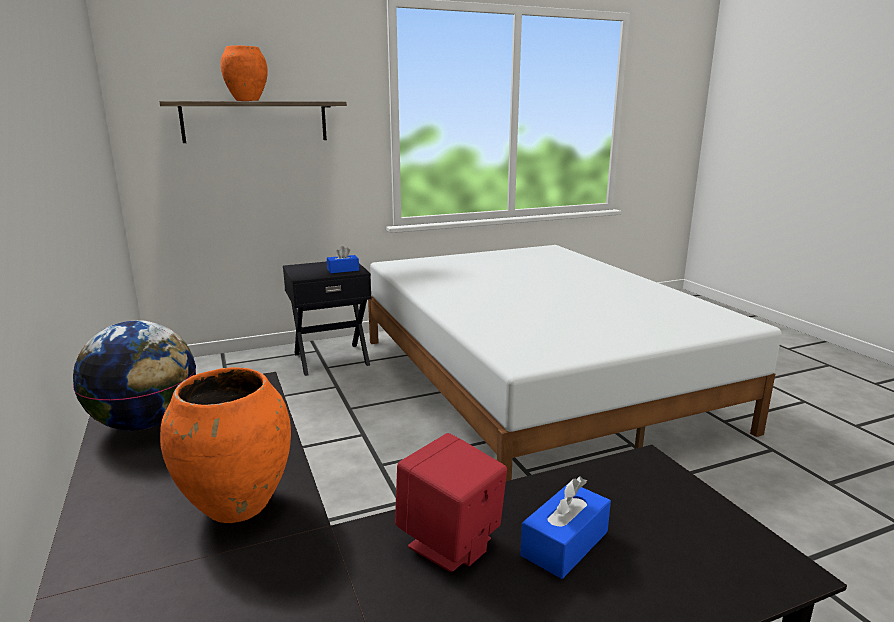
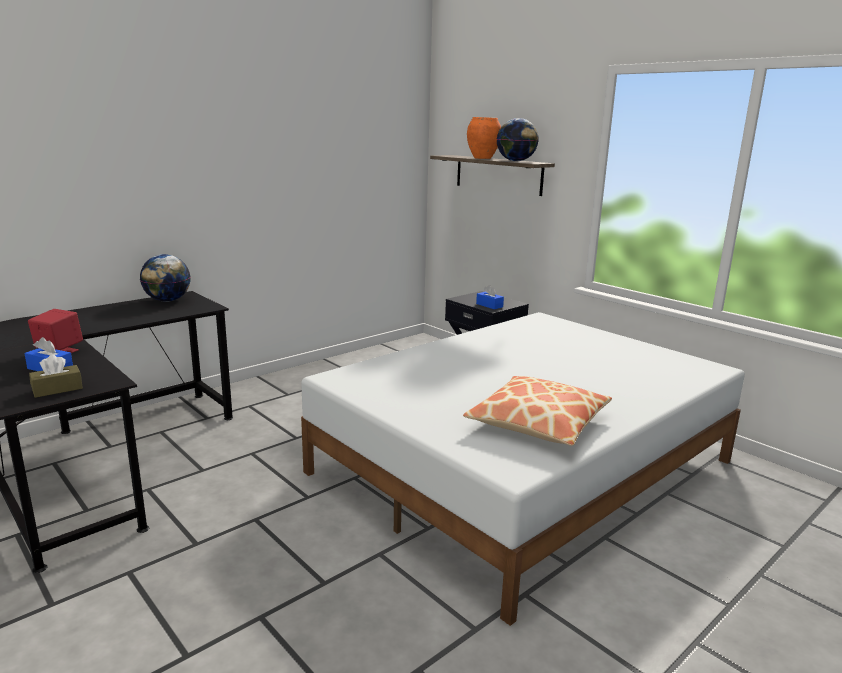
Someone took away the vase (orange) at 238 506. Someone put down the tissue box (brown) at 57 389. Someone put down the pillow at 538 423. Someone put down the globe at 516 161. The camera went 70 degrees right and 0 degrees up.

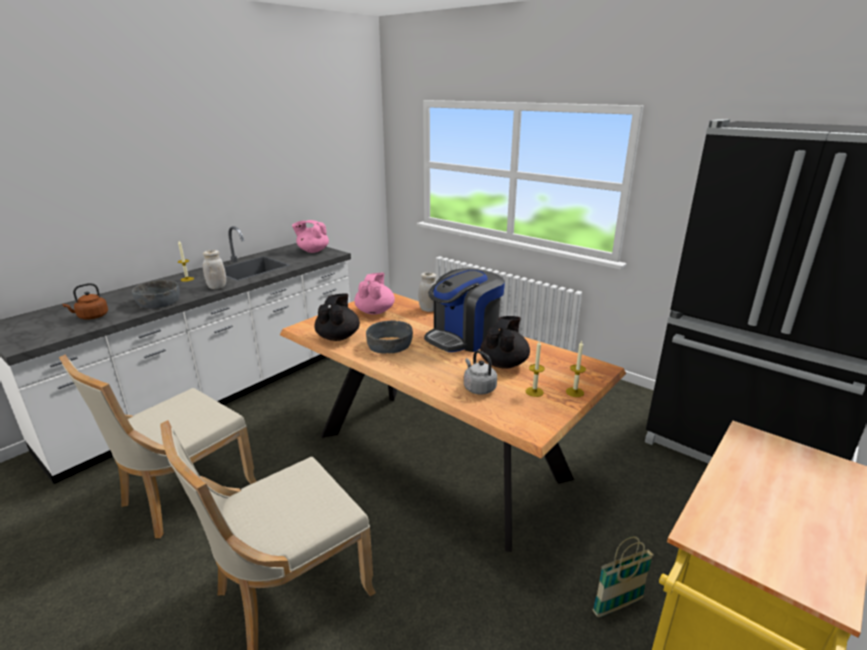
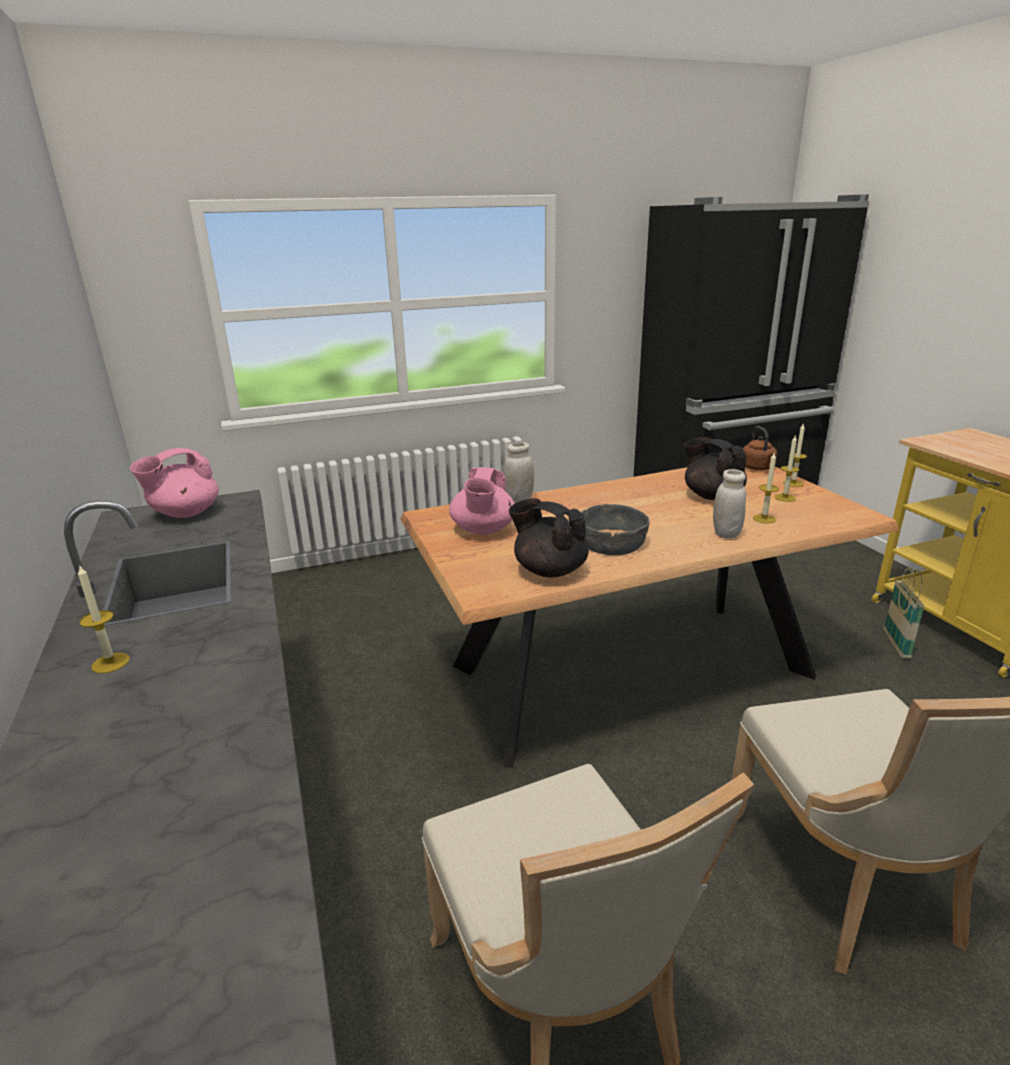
Someone took away the bowl (grey) at 158 302. Someone took away the coffee machine at 464 337. Someone carried the kettle (brown) from 91 317 to 758 468. Someone carried the jar (white) from 217 287 to 726 533. Someone swapped the kettle (grey) at 478 388 for the candle at 764 519. Someone rotated the teapot (pink) at 375 311 by 120 degrees counterclockwise. The camera went 60 degrees left and 0 degrees up.

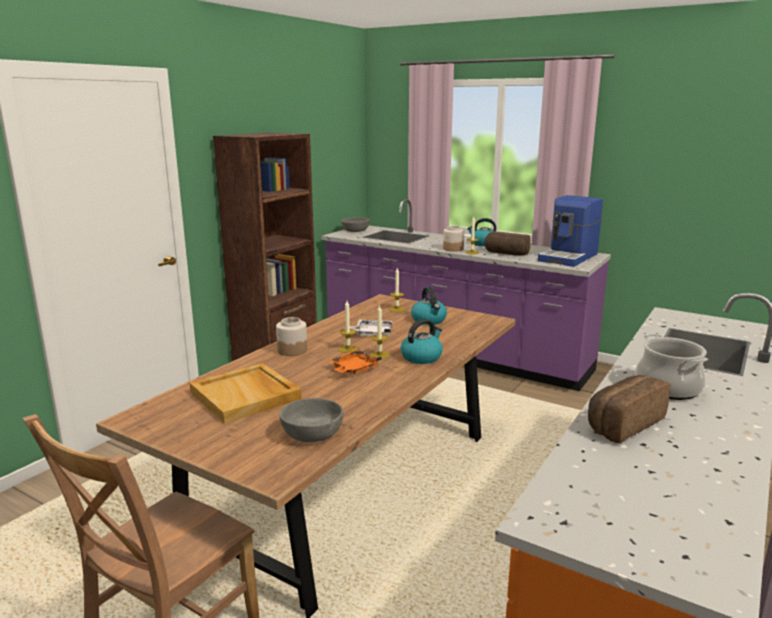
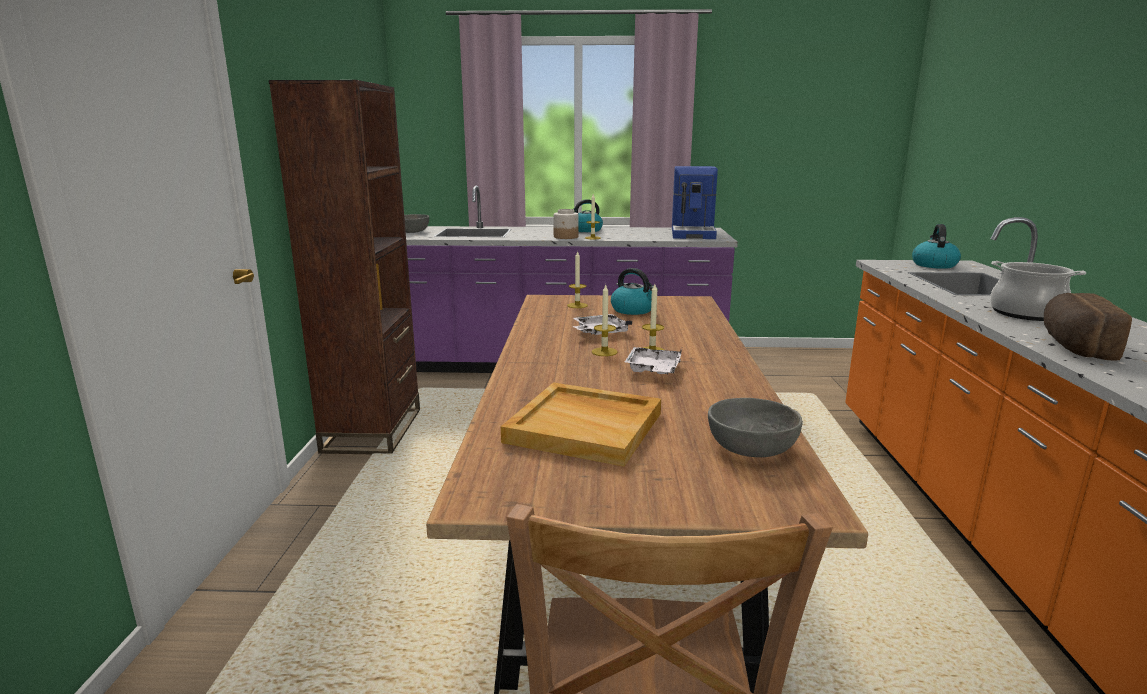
Someone took away the jar at 292 350. Someone took away the bread at 505 253. Someone carried the kettle from 421 357 to 933 265. Someone repainted the tray (orange) at 353 369, which became the tray (white) at 653 370. The camera went 30 degrees left and 0 degrees up.

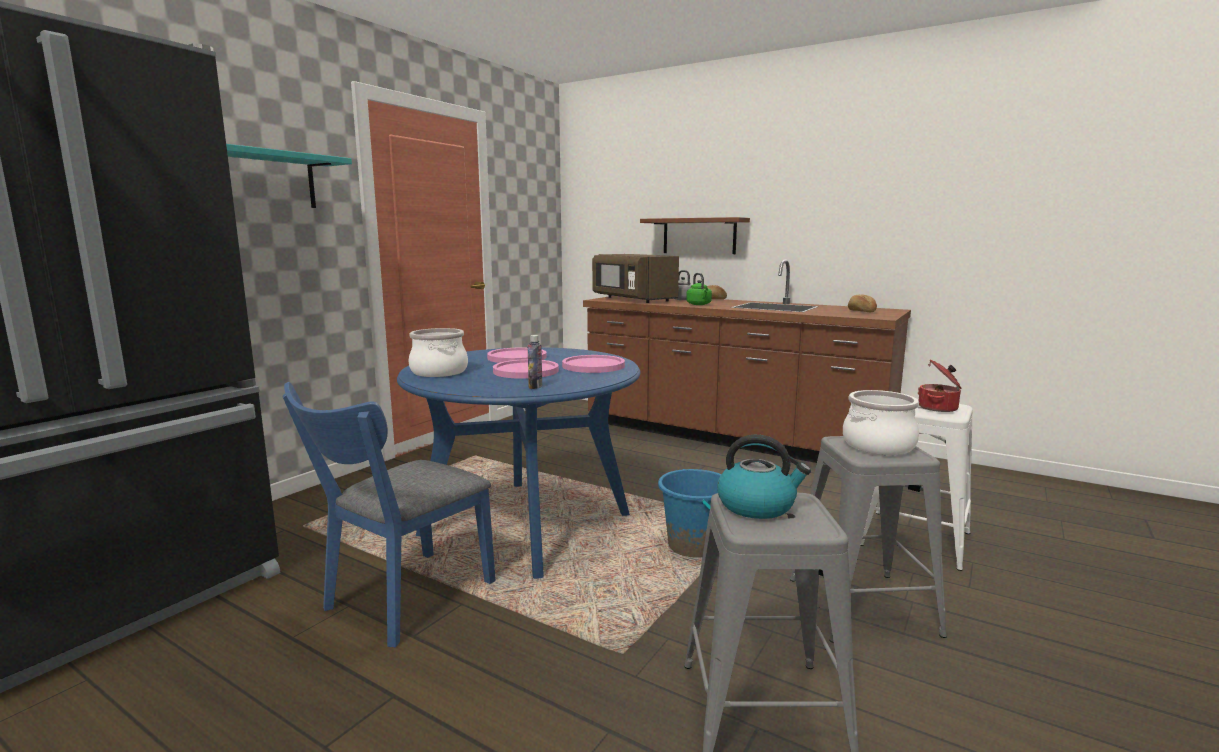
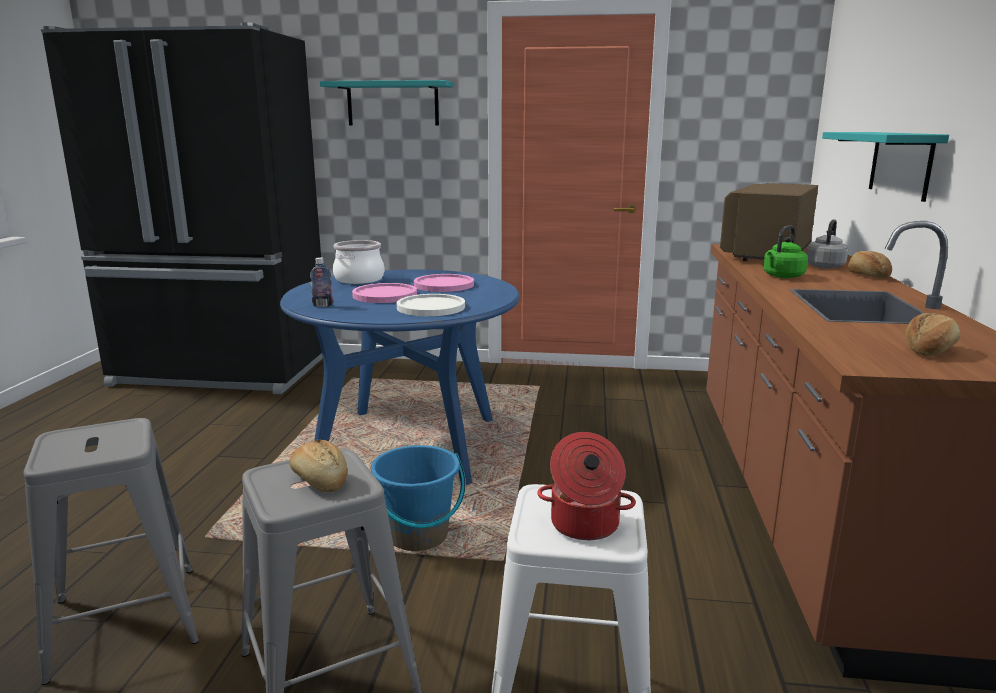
Someone took away the chair (blue) at 401 601. Someone took away the kettle at 757 506. Someone swapped the cooking pot at 879 446 for the bread at 319 480. Someone repainted the plate (pink) at 593 366, which became the plate (white) at 431 307. Someone repainted the shelf (brown) at 699 236, which became the shelf (turquoise) at 900 164. The camera went 65 degrees right and 5 degrees up.

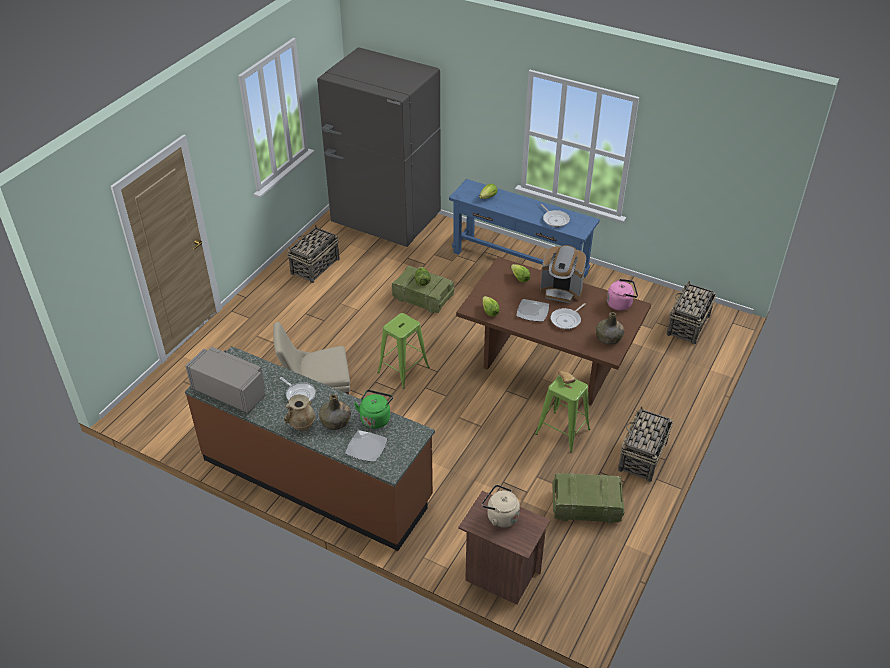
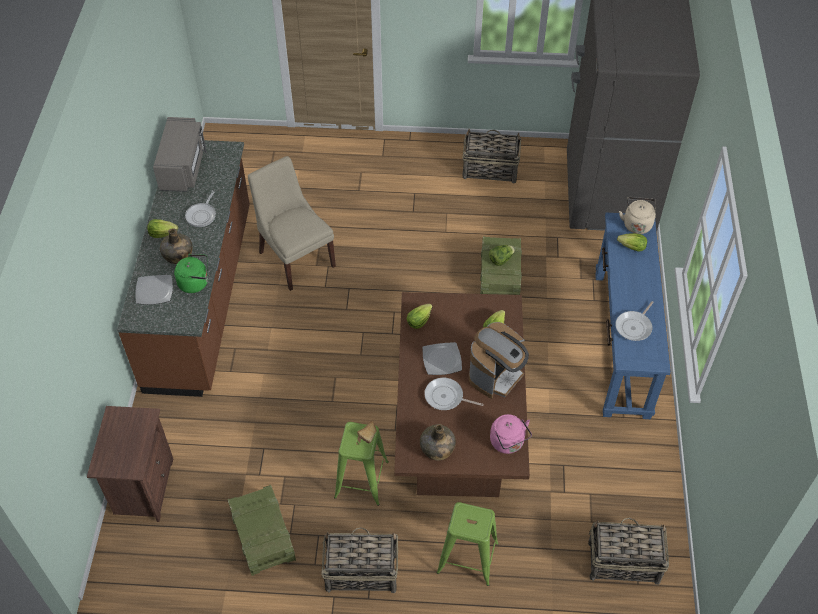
Someone carried the stool (green) from 403 369 to 468 558. Someone carried the kettle (beige) from 500 516 to 637 223. Someone swapped the vase (beige) at 301 426 for the lettuce at 162 234. Someone rotated the coffee machine at 561 290 by 135 degrees counterclockwise. The camera went 65 degrees right and 10 degrees up.

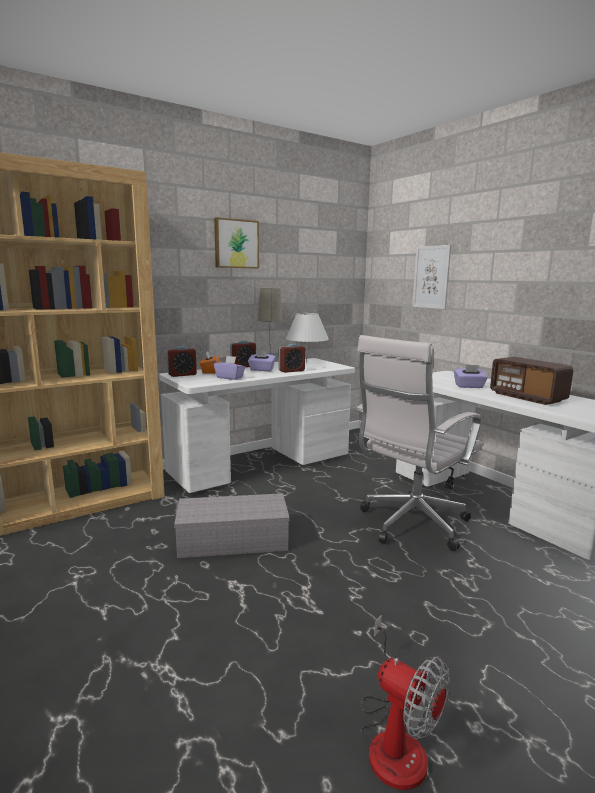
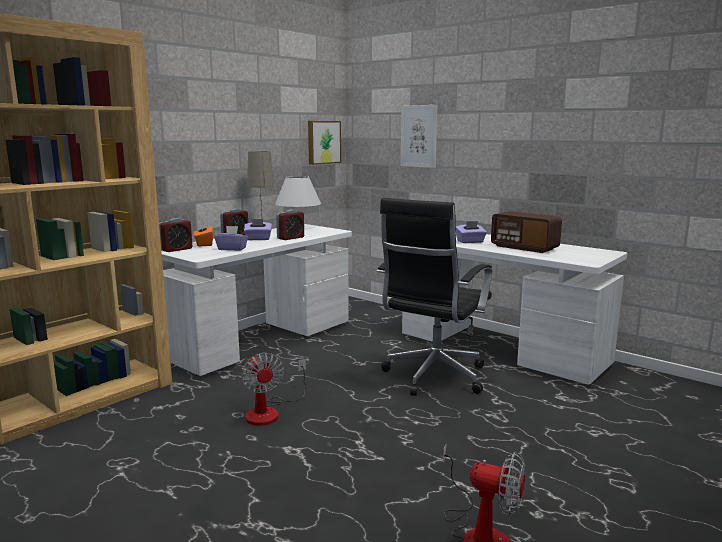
Someone carried the picture from 236 244 to 323 142. Someone swapped the storage box (grey) at 234 539 for the fan at 270 412. Someone repainted the office chair (white) at 410 525, which became the office chair (black) at 433 378. The camera went 15 degrees left and 0 degrees up.

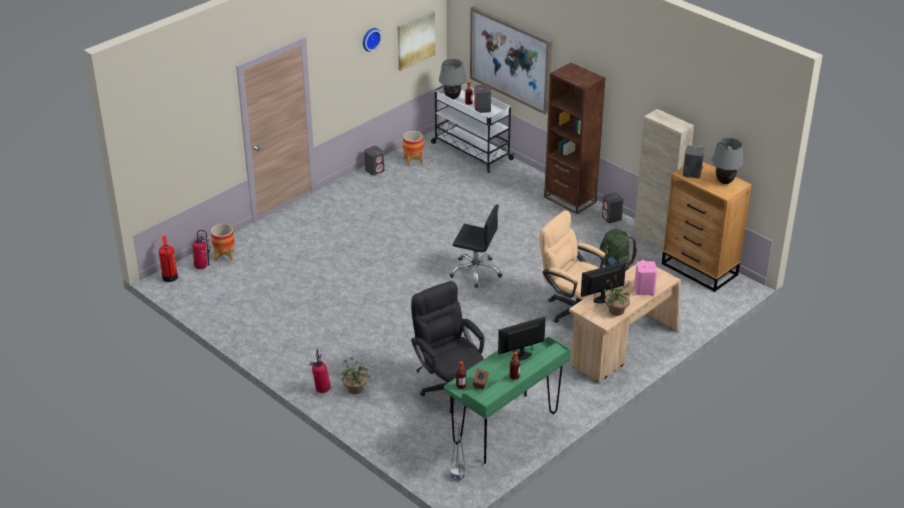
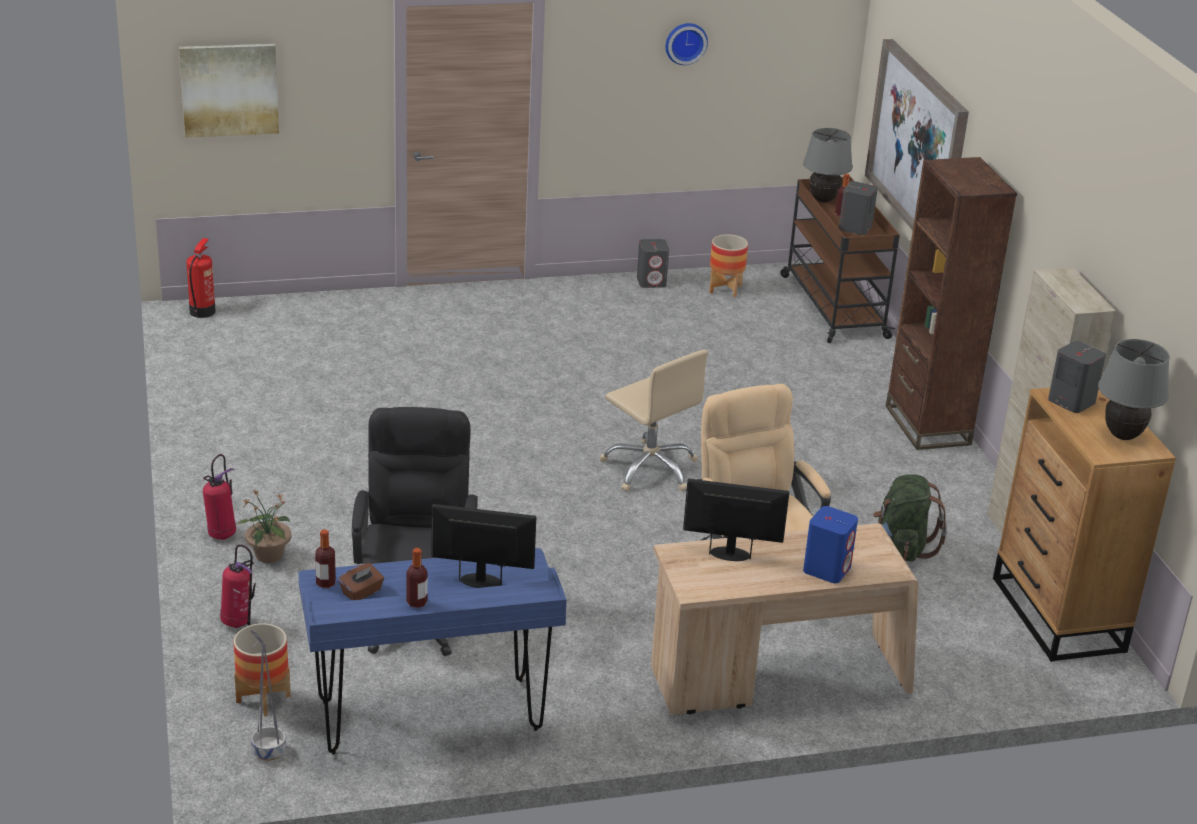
Someone took away the speaker (grey) at 611 218. Someone took away the potted plant at 616 311. Someone carried the fire extinguisher from 202 266 to 239 623. Someone carried the planter from 224 256 to 263 699. Someone carried the picture from 415 40 to 229 89. Someone repainted the cart (white) at 471 151, which became the cart (brown) at 833 306. Someone repainted the desk (green) at 506 429, which became the desk (blue) at 430 717. Someone repainted the office chair (black) at 476 272, which became the office chair (beige) at 650 468. Someone repainted the speaker (pink) at 644 289, which became the speaker (blue) at 827 569. The camera went 30 degrees right and 5 degrees down.

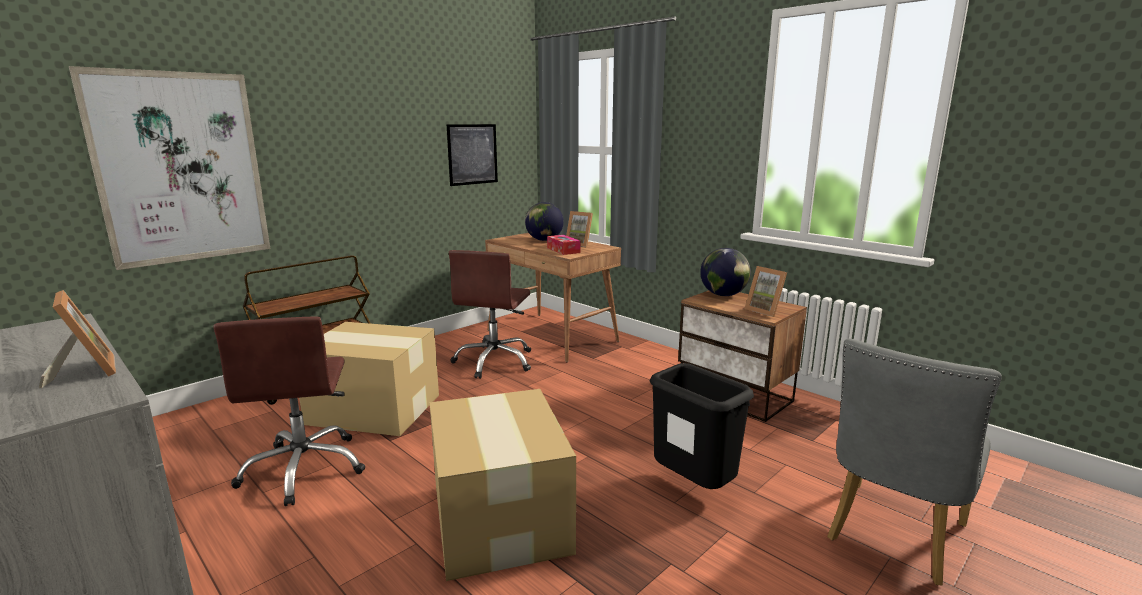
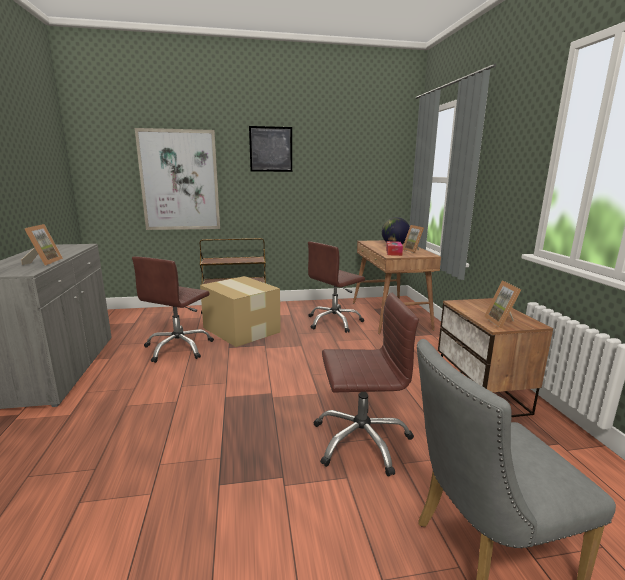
Someone took away the cardboard box at 501 517. Someone took away the globe at 723 295. Someone carried the picture from 472 154 to 271 149. Someone swapped the trash can (black) at 694 487 for the office chair (brown) at 361 440. The camera went 35 degrees right and 0 degrees up.

